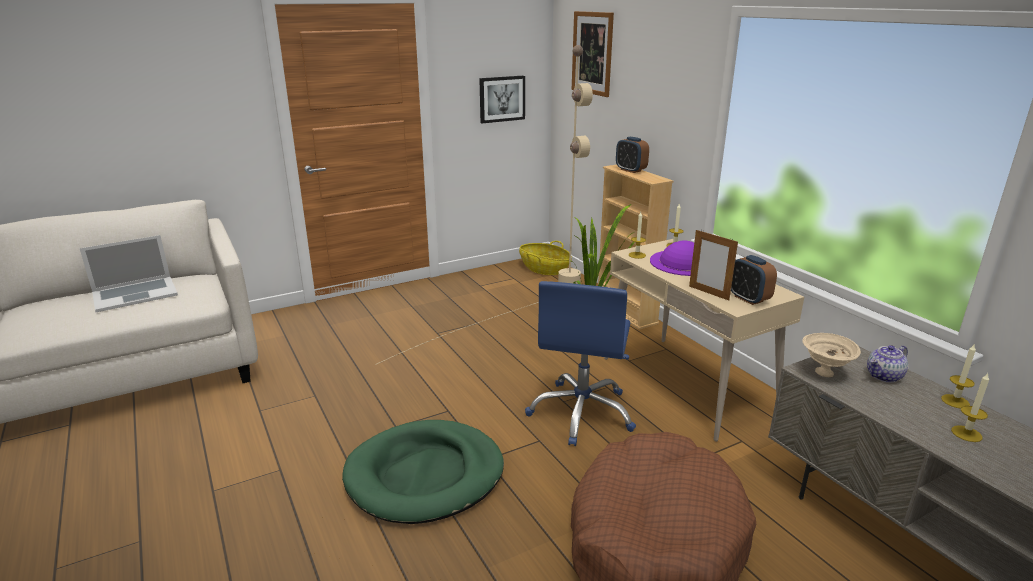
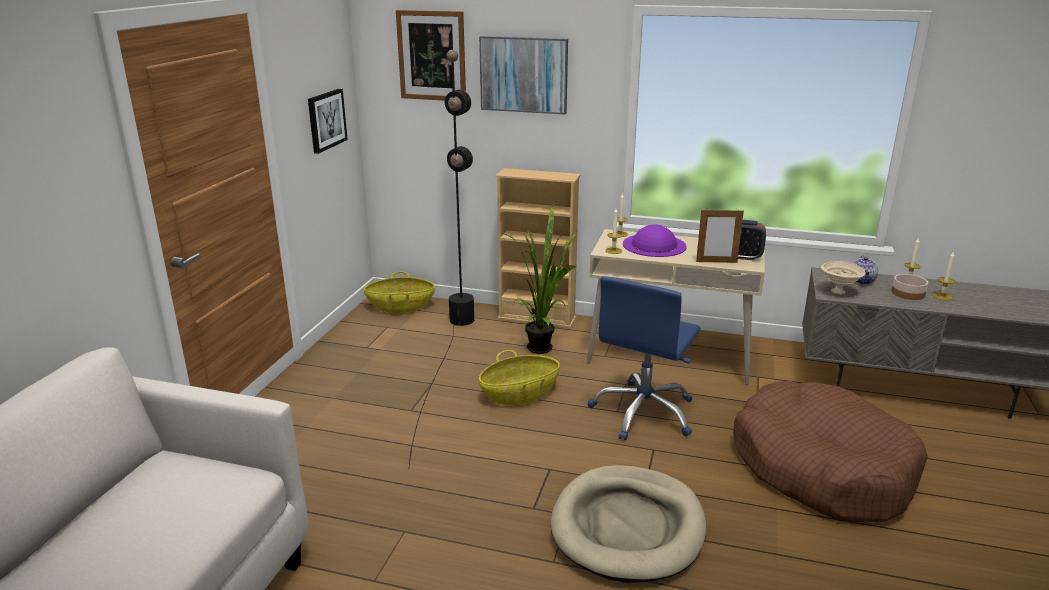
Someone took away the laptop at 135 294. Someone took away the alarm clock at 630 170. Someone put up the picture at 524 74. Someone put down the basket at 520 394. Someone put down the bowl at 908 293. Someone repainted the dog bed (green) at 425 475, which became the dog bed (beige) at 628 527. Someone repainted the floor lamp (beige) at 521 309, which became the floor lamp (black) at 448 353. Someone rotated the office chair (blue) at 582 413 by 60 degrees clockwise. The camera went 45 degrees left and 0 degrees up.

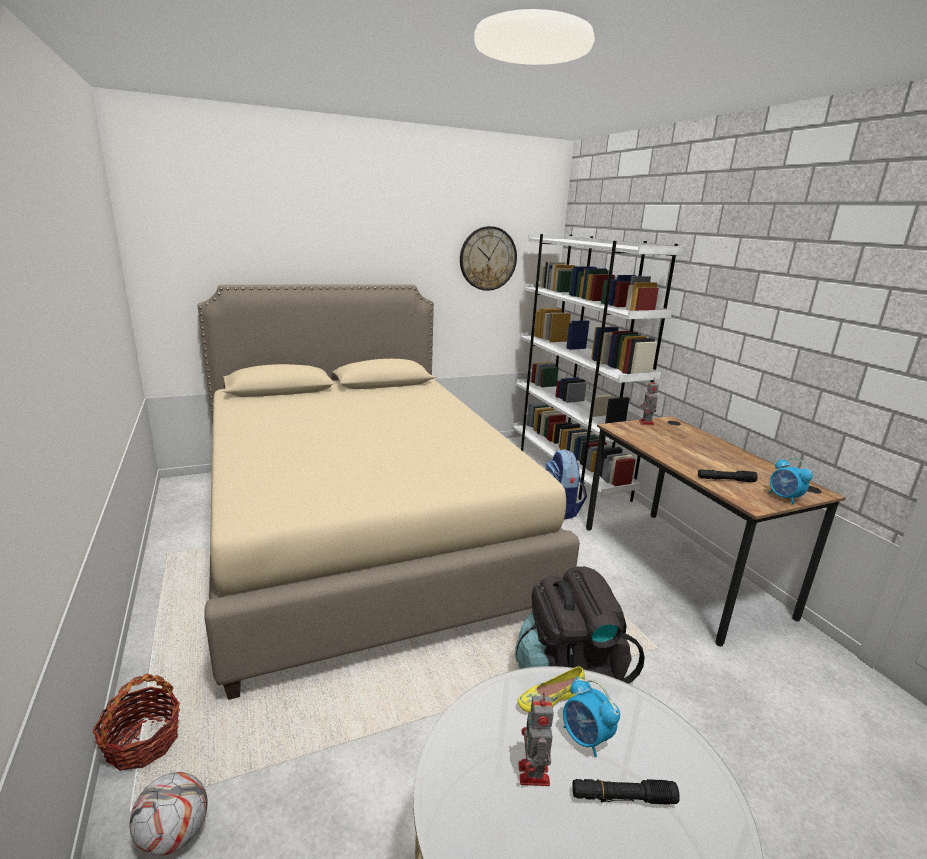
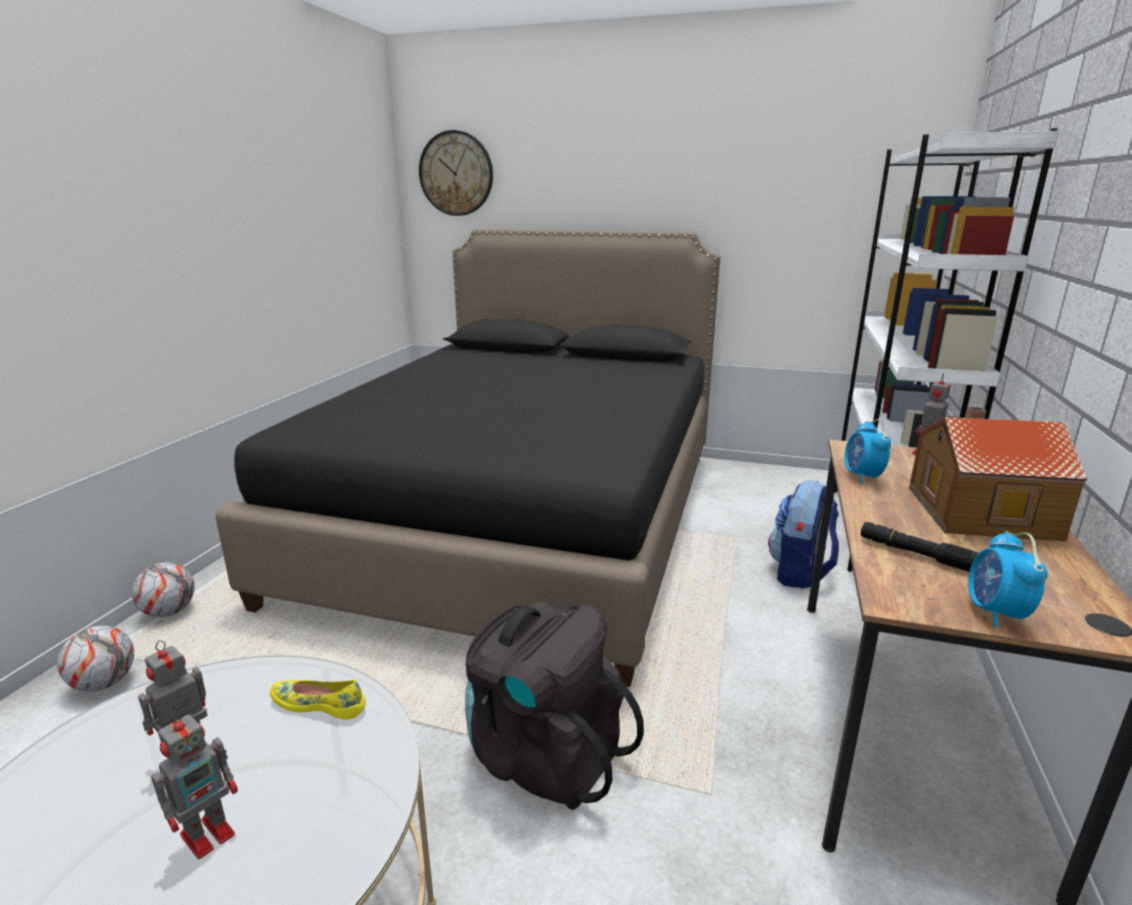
Someone put down the toy house at 977 511. Someone carried the wall clock from 488 258 to 456 173. Someone carried the alarm clock from 585 738 to 862 477. Someone swapped the basket at 143 742 for the football at 169 612. Someone swapped the flashlight (black) at 622 797 for the toy robot at 210 832. Someone repainted the bed (beige) at 360 530, which became the bed (black) at 522 518. The camera went 40 degrees right and 0 degrees up.

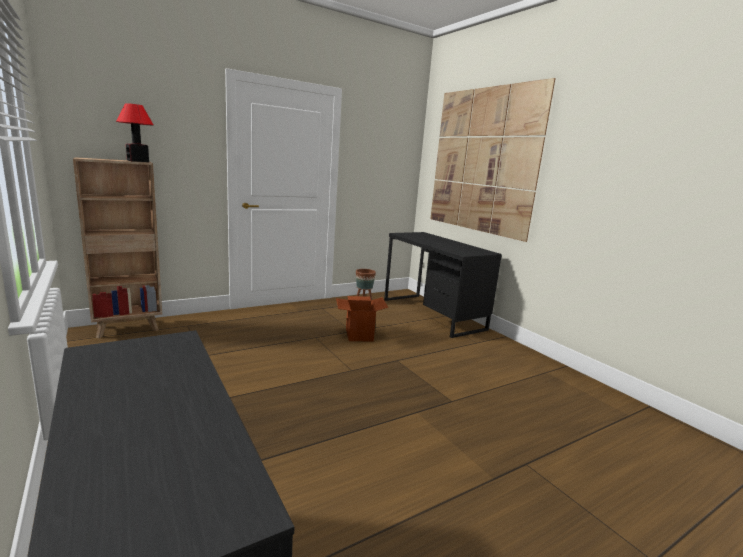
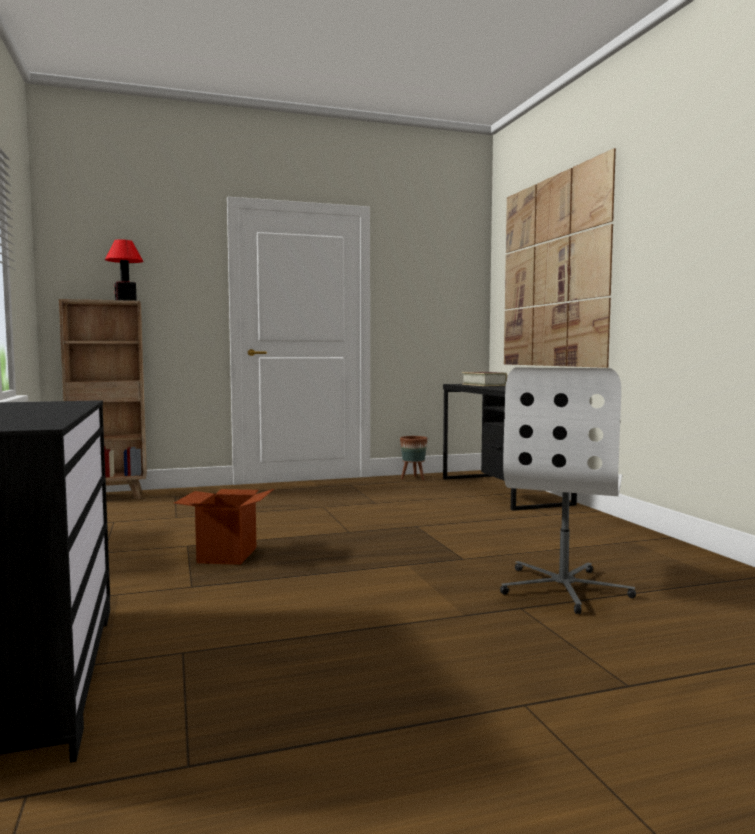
Someone put down the book at 484 385. Someone put down the office chair (white) at 564 588. Someone carried the cardboard box from 359 334 to 227 555. The camera went 15 degrees right and 10 degrees down.

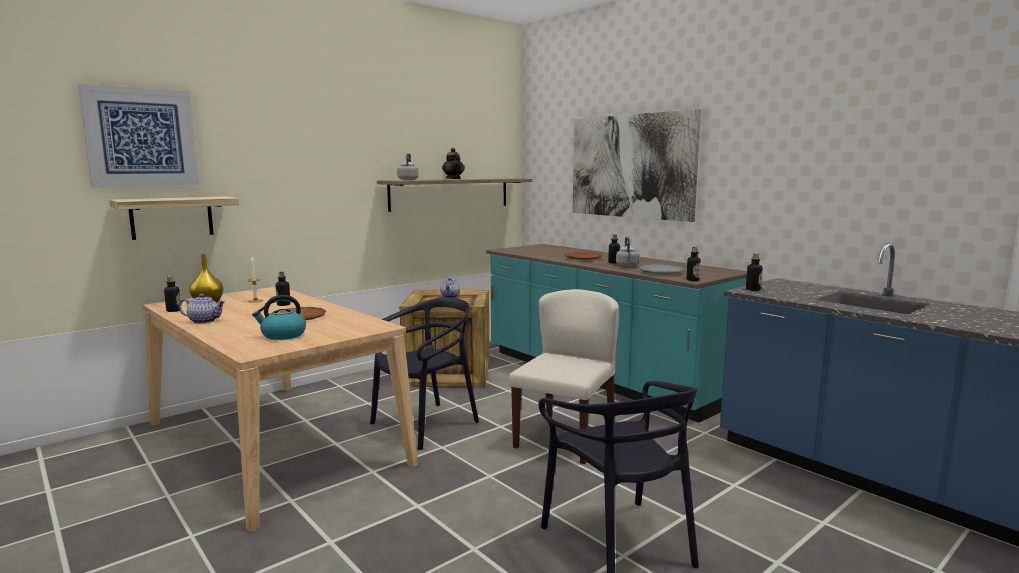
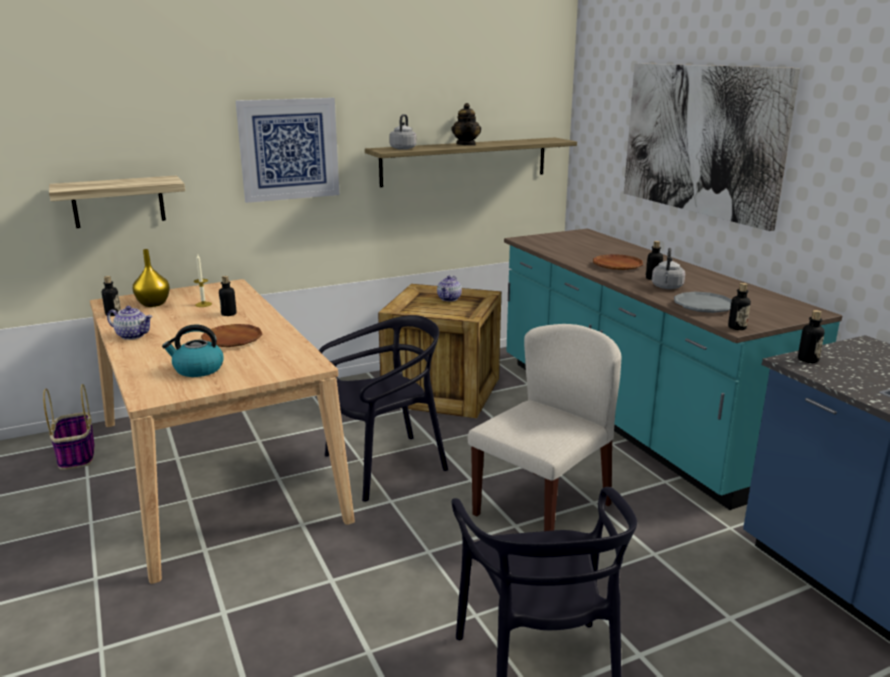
Someone put down the basket at 76 455. Someone carried the picture from 141 137 to 289 149. The camera went 15 degrees right and 10 degrees up.

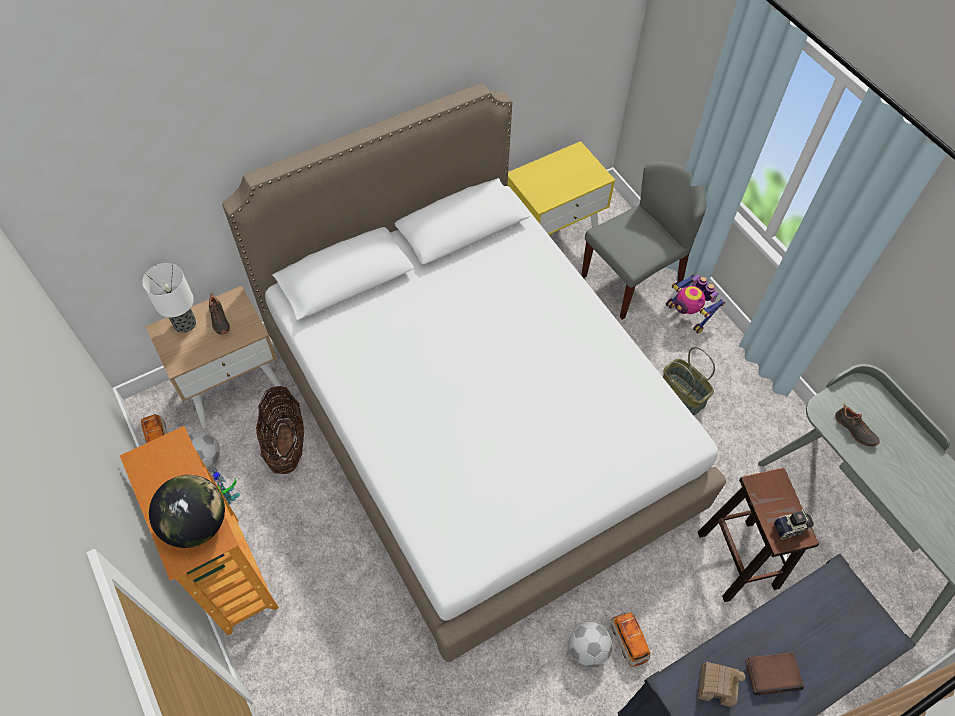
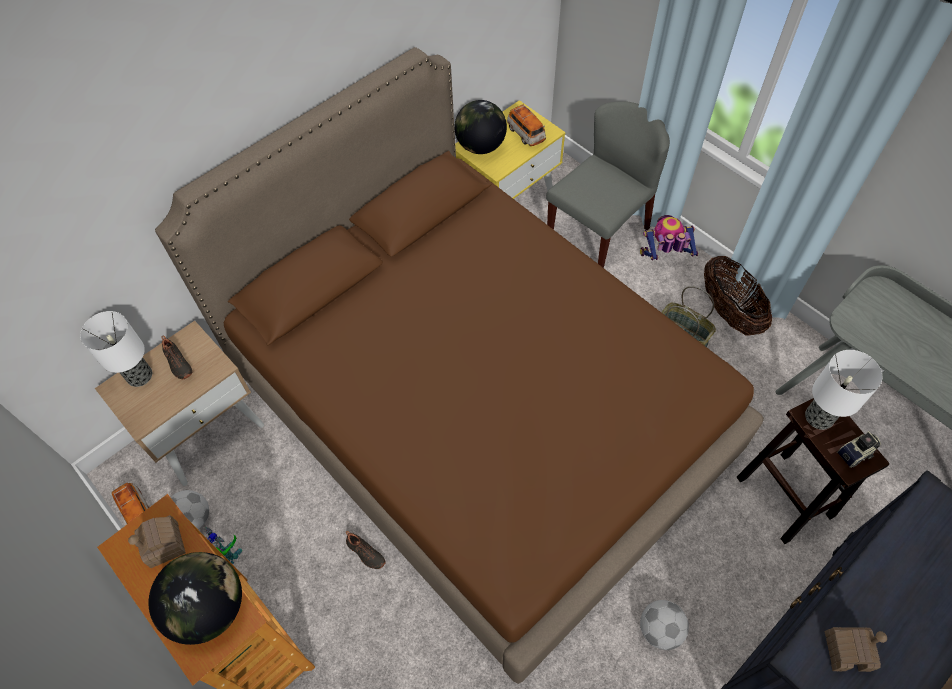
Someone took away the book at 772 673. Someone put down the toy house at 164 545. Someone put down the globe at 480 146. Someone put down the table lamp at 818 417. Someone carried the basket from 285 443 to 729 311. Someone carried the toy car from 629 641 to 526 134. Someone carried the shoe (black) from 854 430 to 365 553. Someone repainted the bed (white) at 475 421, which became the bed (brown) at 477 413. Someone rotated the toy robot at 688 315 by 135 degrees clockwise. The camera went 10 degrees left and 0 degrees up.

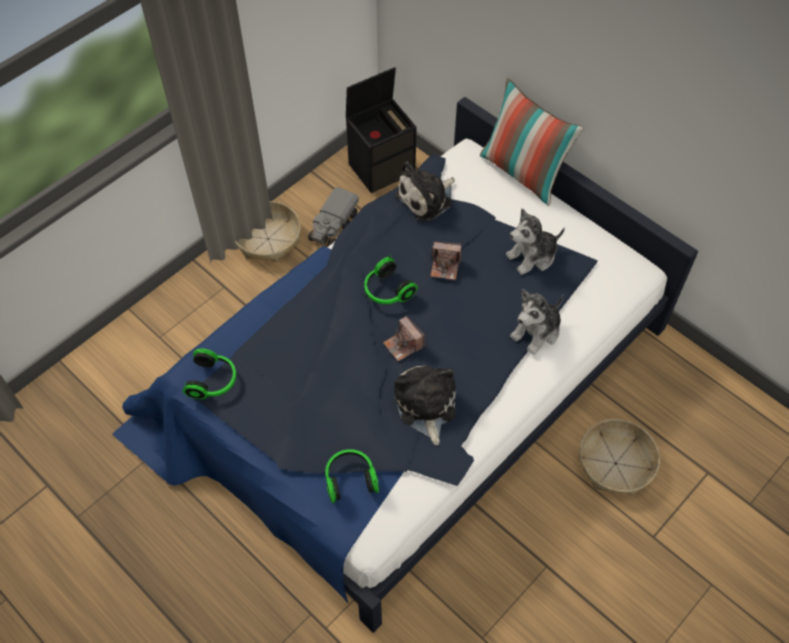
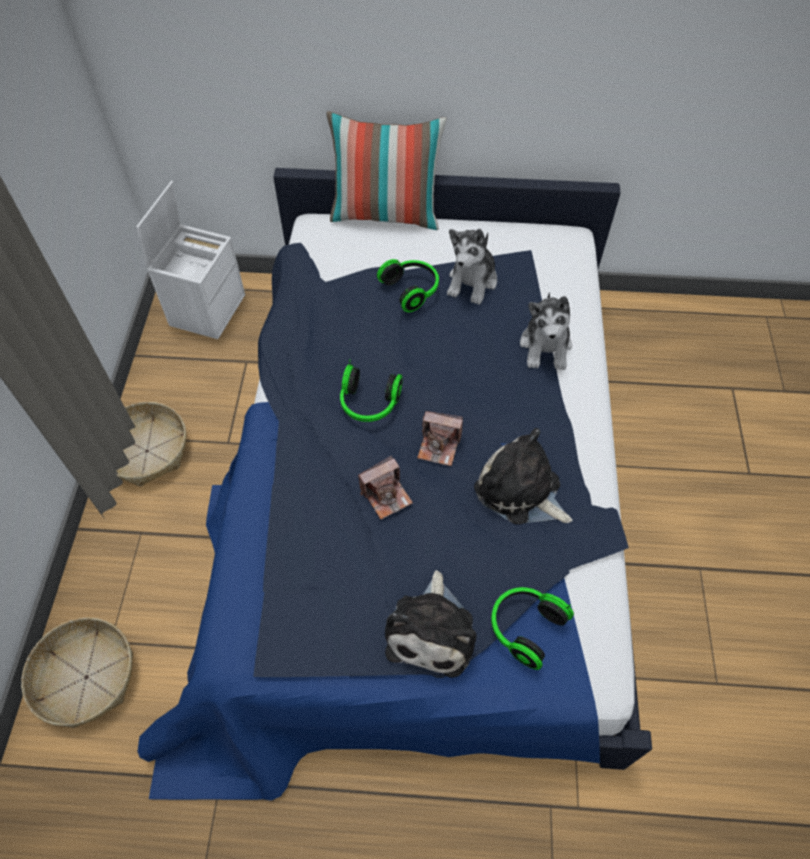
Someone took away the toy truck at 333 227. Someone carried the headphones from 213 381 to 412 290. Someone carried the plush toy from 427 198 to 432 630. Someone carried the photo camera from 445 267 to 386 495. Someone carried the basket from 615 463 to 86 677. Someone repainted the storage box (black) at 382 167, which became the storage box (white) at 207 308. The camera went 40 degrees left and 0 degrees up.

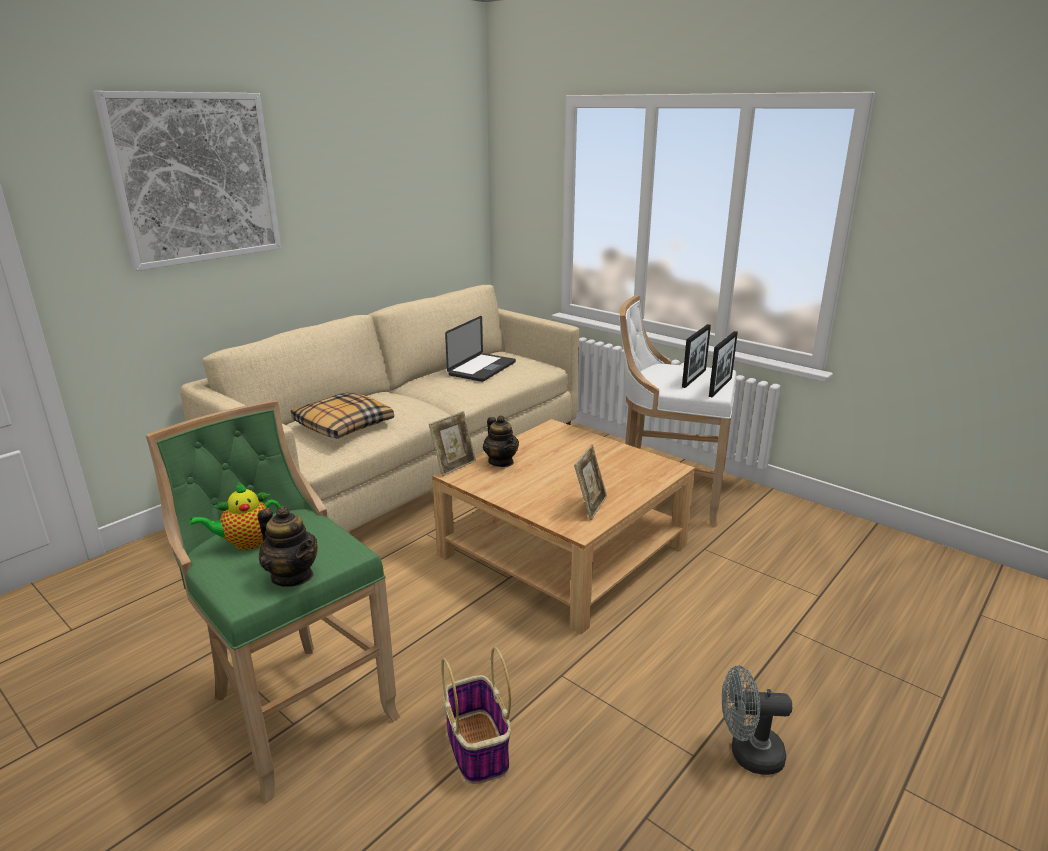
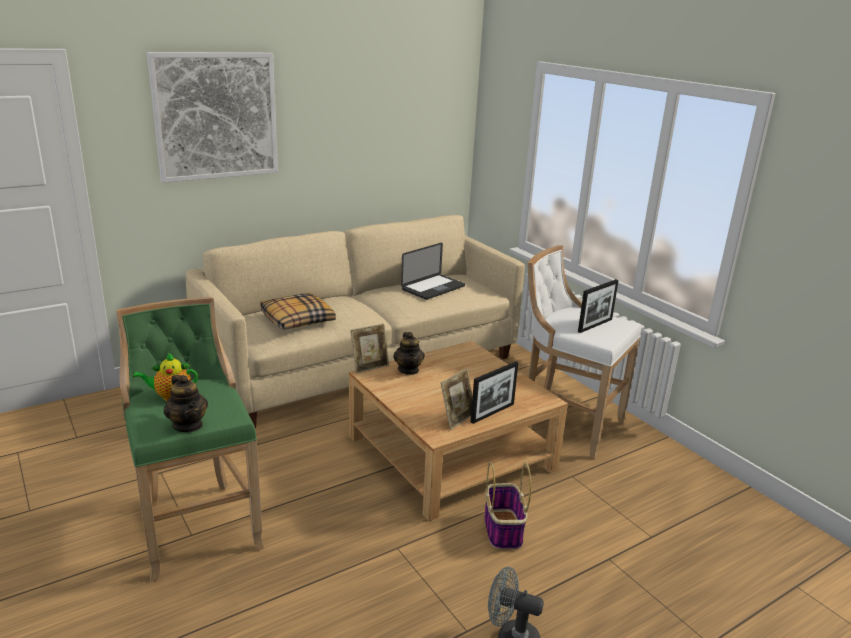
Someone carried the basket from 476 746 to 502 529. Someone carried the picture frame from 720 387 to 492 413. The camera went 15 degrees right and 0 degrees up.

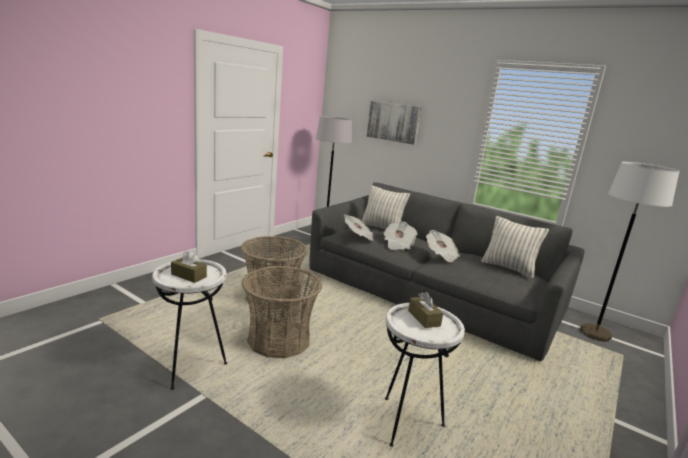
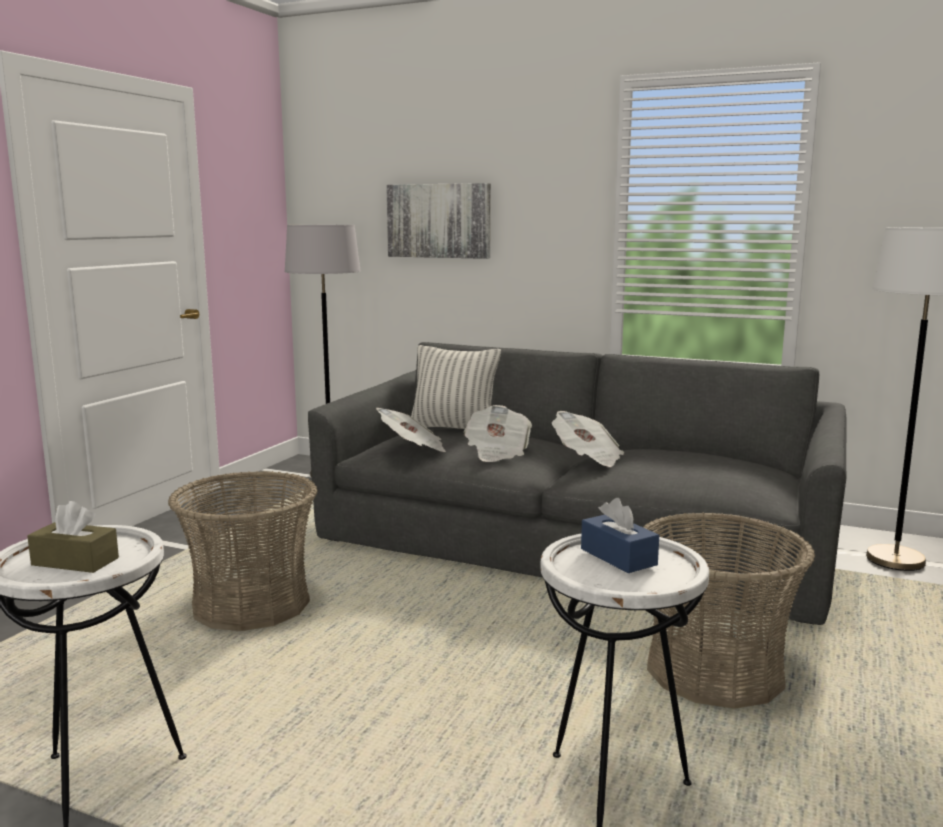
Someone took away the pillow at 508 268. Someone carried the basket from 279 340 to 714 671. Someone repainted the tissue box (brown) at 424 318, which became the tissue box (blue) at 618 557. The camera went 10 degrees left and 5 degrees down.

